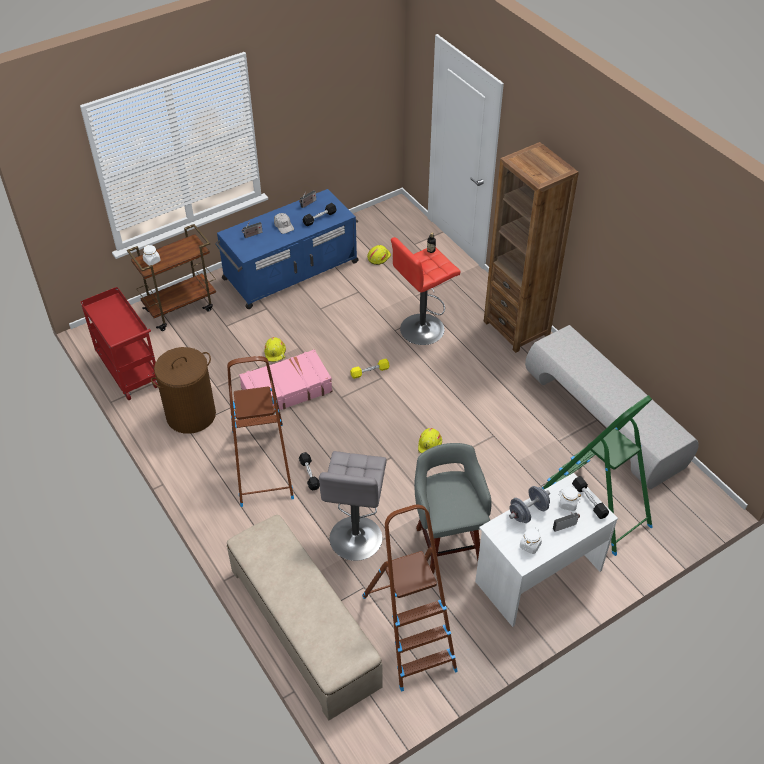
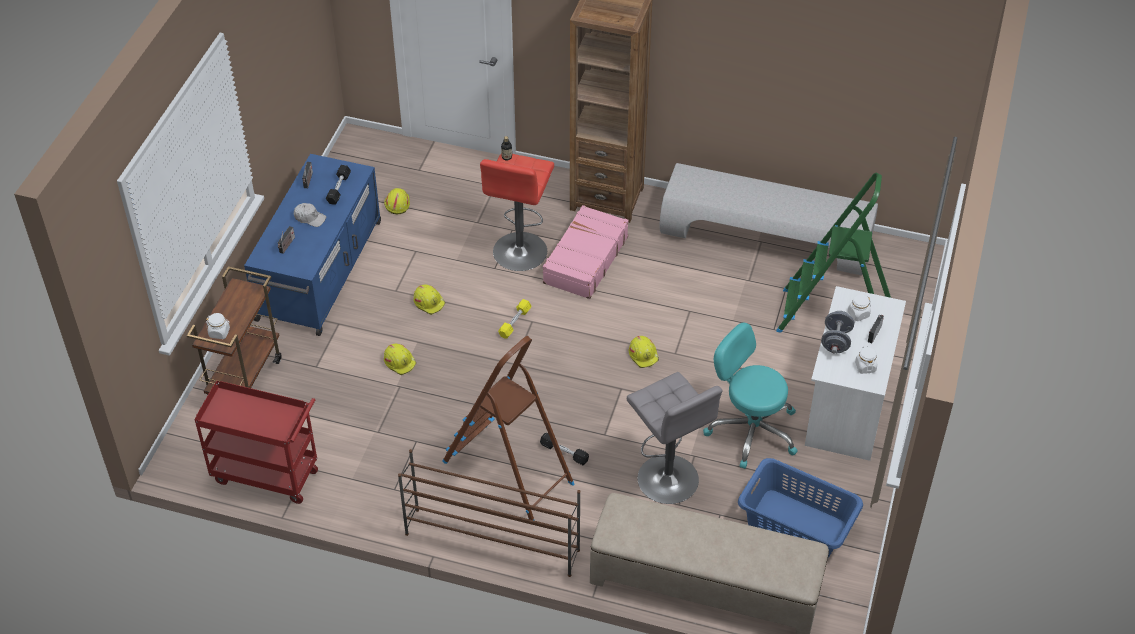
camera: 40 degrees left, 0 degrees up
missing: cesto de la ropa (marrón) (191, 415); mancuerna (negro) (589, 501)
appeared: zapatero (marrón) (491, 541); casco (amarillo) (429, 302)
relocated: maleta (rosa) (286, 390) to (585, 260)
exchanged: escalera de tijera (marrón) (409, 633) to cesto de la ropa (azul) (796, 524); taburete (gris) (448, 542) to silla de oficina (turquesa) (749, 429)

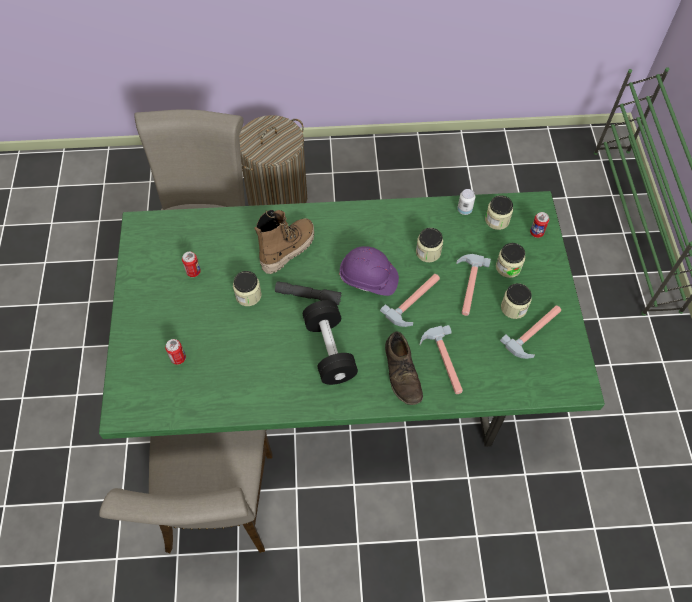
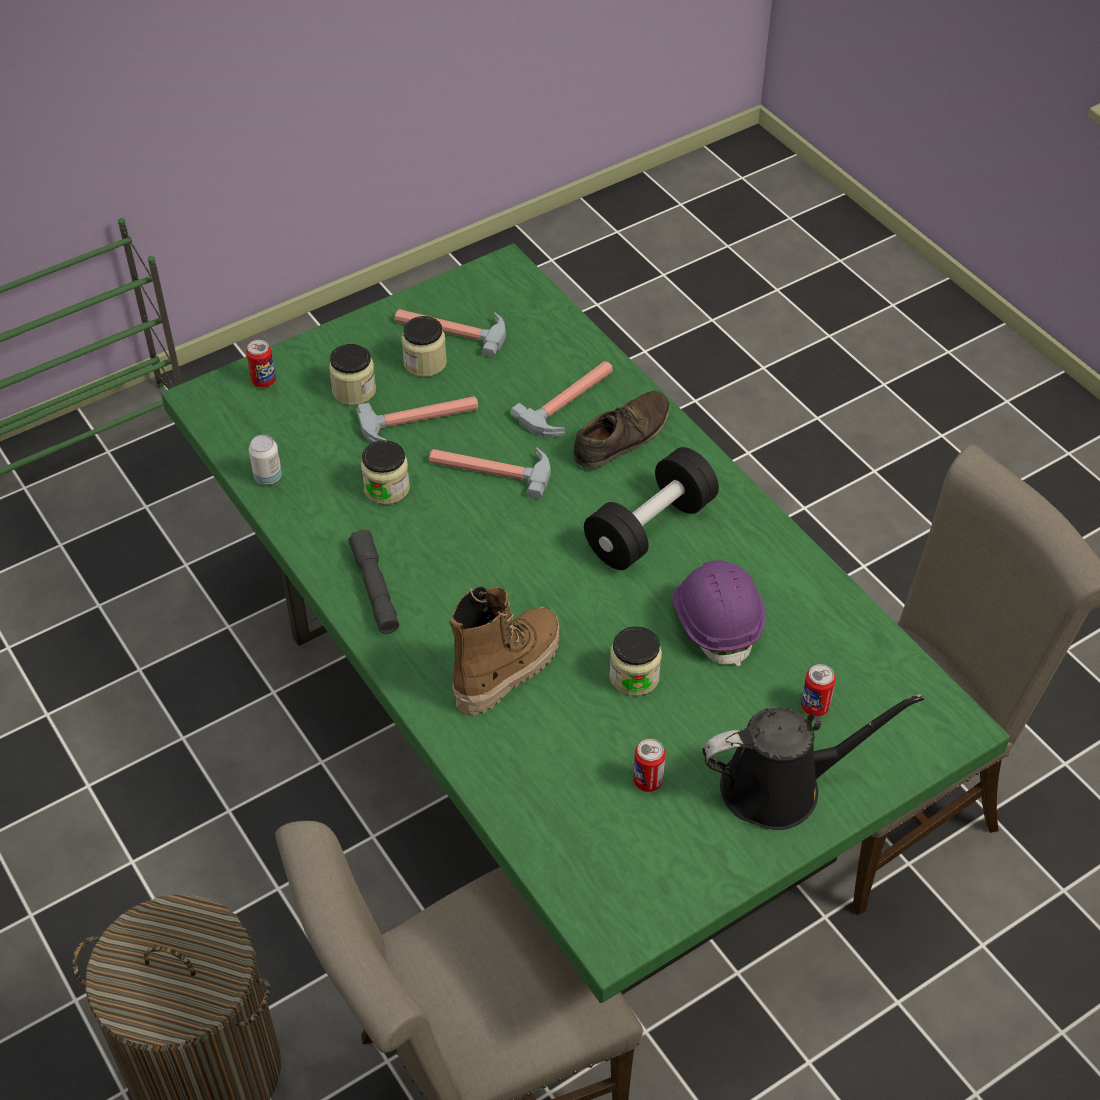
camera: 120 degrees left, 10 degrees down
missing: tarro (497, 220)
appeared: regadera (negro) (781, 786)
relocated: linterna (gris) (308, 296) to (375, 589); casco (morado) (368, 279) to (716, 621)
spun: bota (287, 250) = (506, 669) 120 degrees clockwise

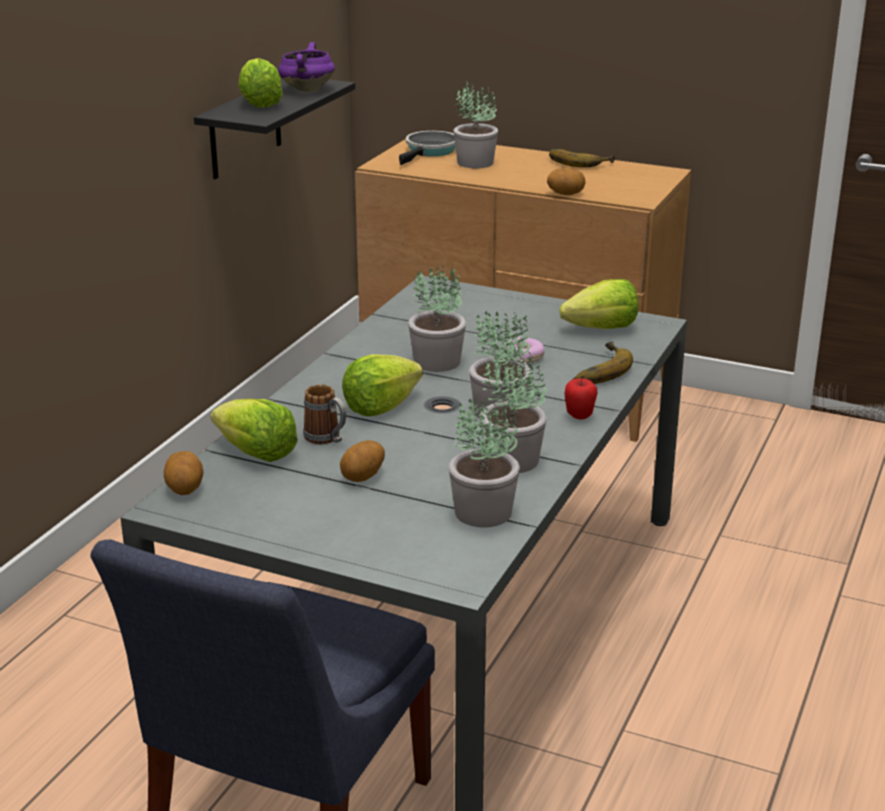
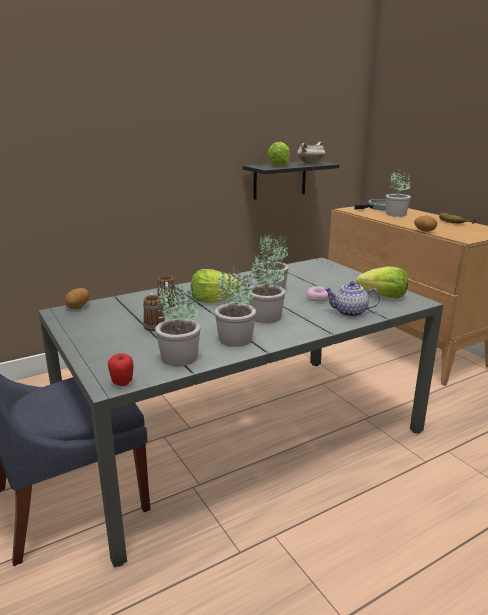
camera: 35 degrees right, 5 degrees down
missing: lechuga (256, 453)
relocated: manzana (579, 416) to (122, 383)
exchanged: patata (363, 477) to taza grande (154, 325); plátano (596, 370) to tetera (350, 313)
colour: olla (morado) (306, 90) to olla (blanco) (310, 164)

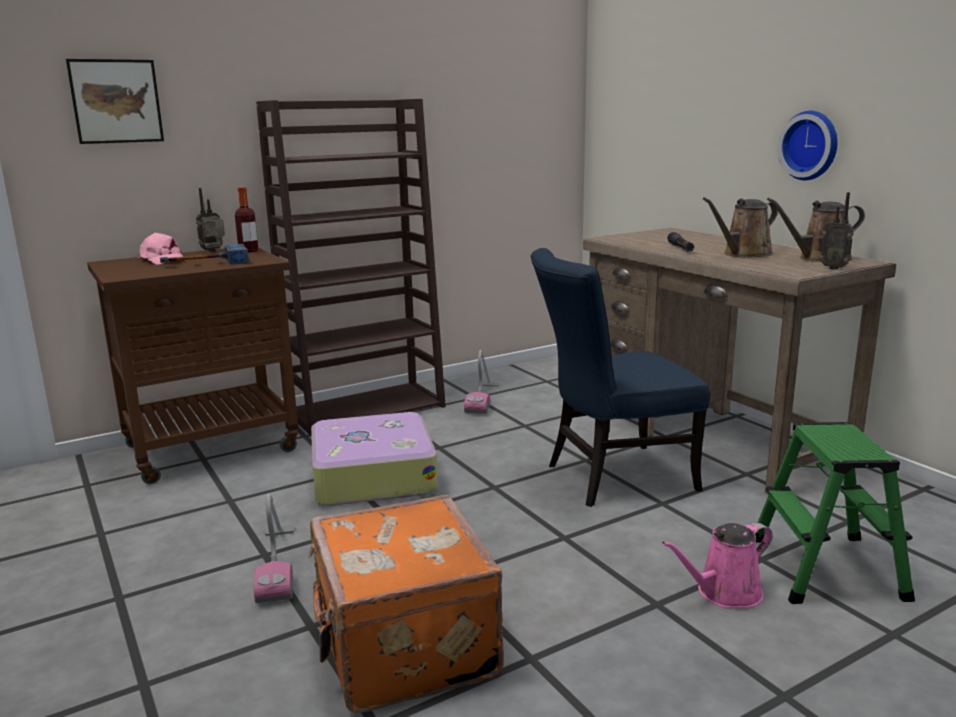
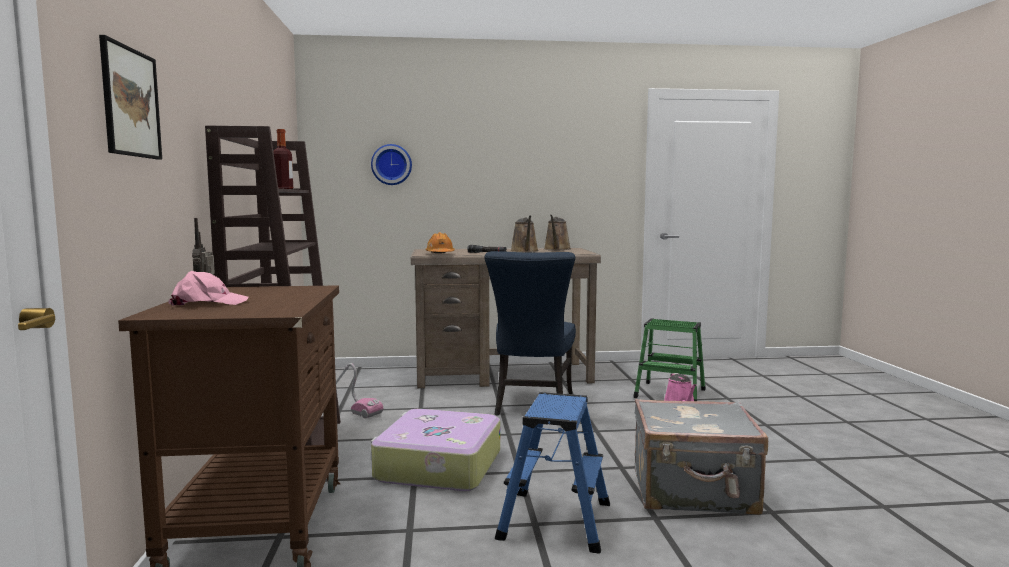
camera: 65 degrees left, 10 degrees down
missing: martillo (204, 264); radio (833, 268)
appeared: casco (naranja) (440, 254)
relocated: botella (248, 251) to (283, 189); reloj de pared (811, 145) to (391, 164)
exchanged: aspiradora (277, 564) to escalera de tijera (azul) (555, 520)
colour: maleta (naranja) (402, 646) to maleta (gris) (694, 493)

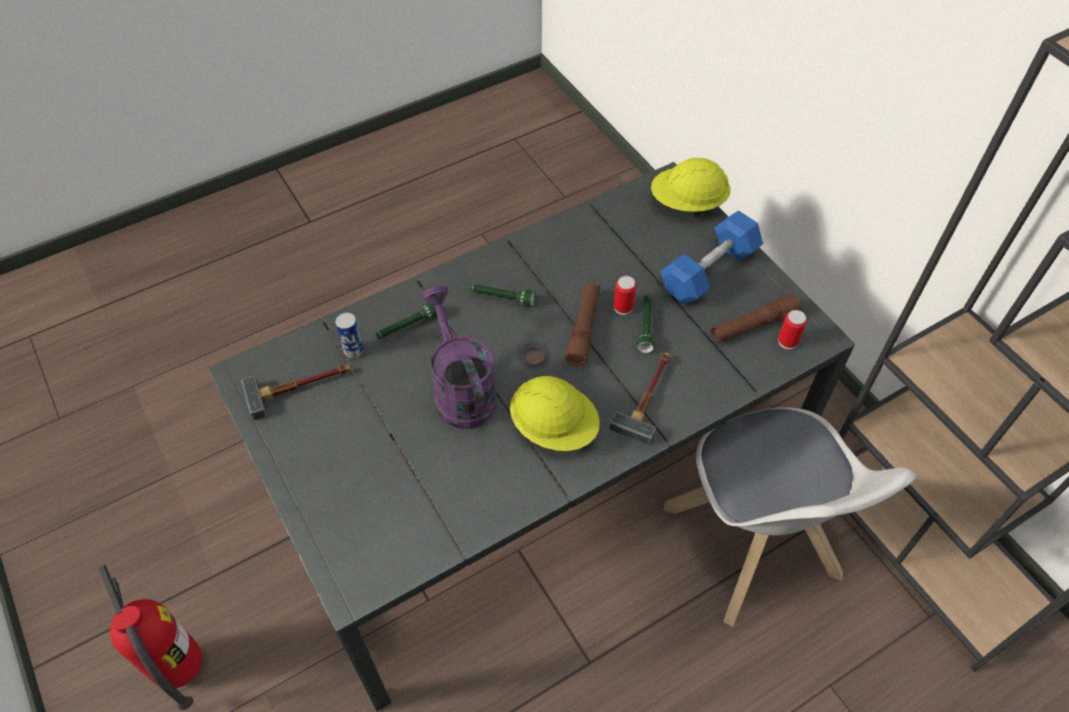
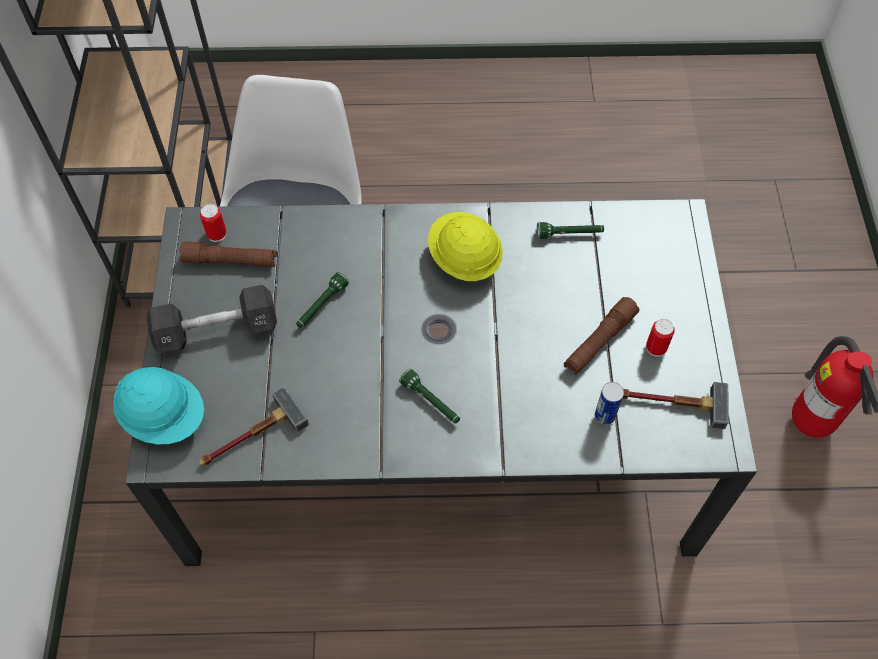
camera: 150 degrees left, 5 degrees up
missing: regadera (morado) (461, 390)
relocated: linterna (verde) (408, 326) to (569, 234); linterna (marrón) (584, 328) to (599, 341); martillo (648, 396) to (250, 437); lata (623, 307) to (656, 348)
colour: casco (amarillo) (687, 203) to casco (turquesa) (164, 416); mancuerna (azul) (709, 270) to mancuerna (negro) (217, 330)

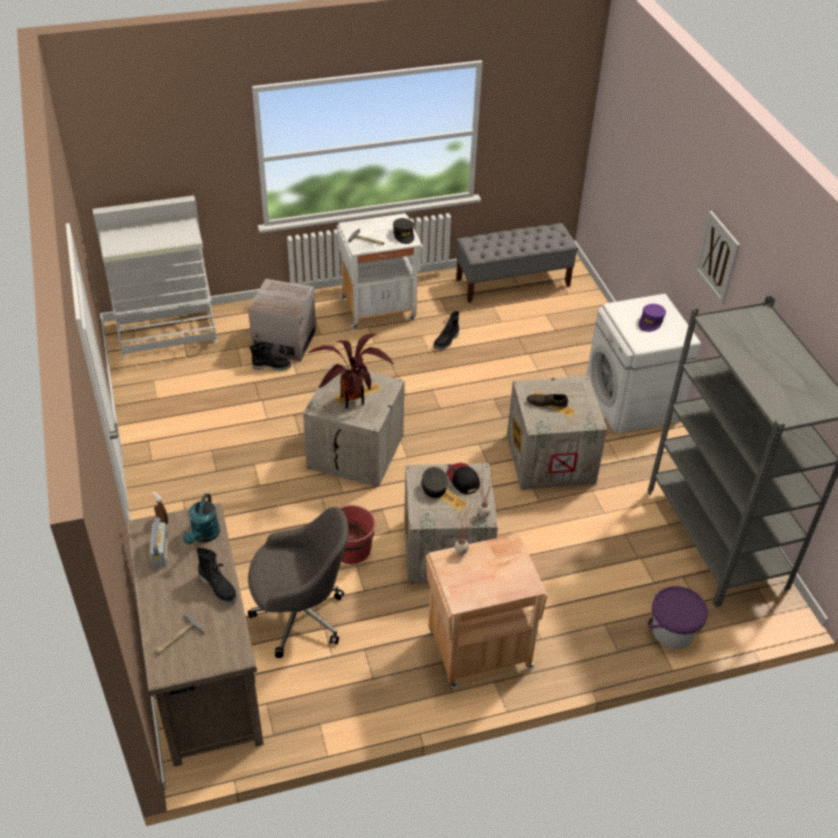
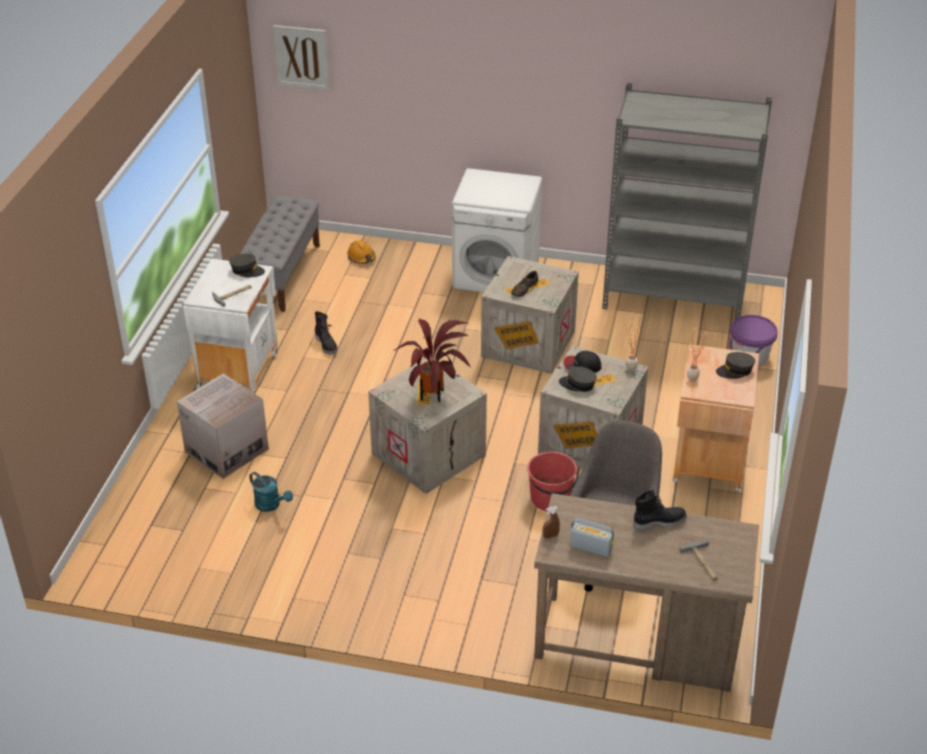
camera: 60 degrees left, 5 degrees down
missing: zapatero (blanco) (167, 335); bota (negro) (272, 366); gorra (morado) (651, 322)
appeared: casco (naranja) (361, 257); gorra (gris) (735, 370)
relocated: regadera (turquesa) (204, 536) to (271, 505); cuadro (717, 257) to (301, 57)

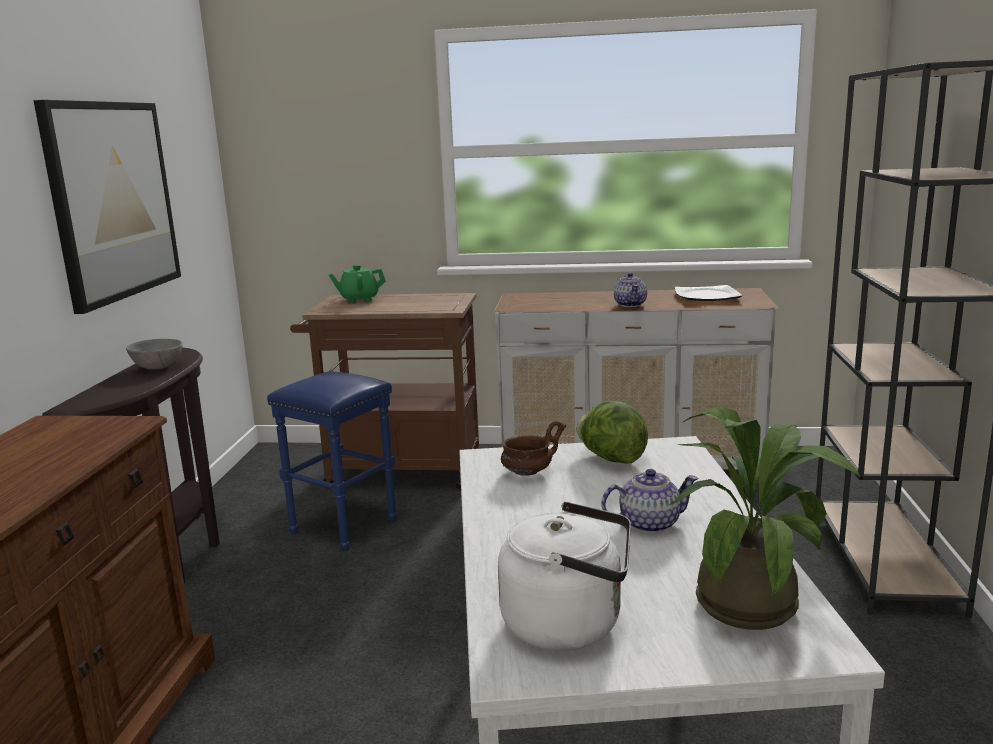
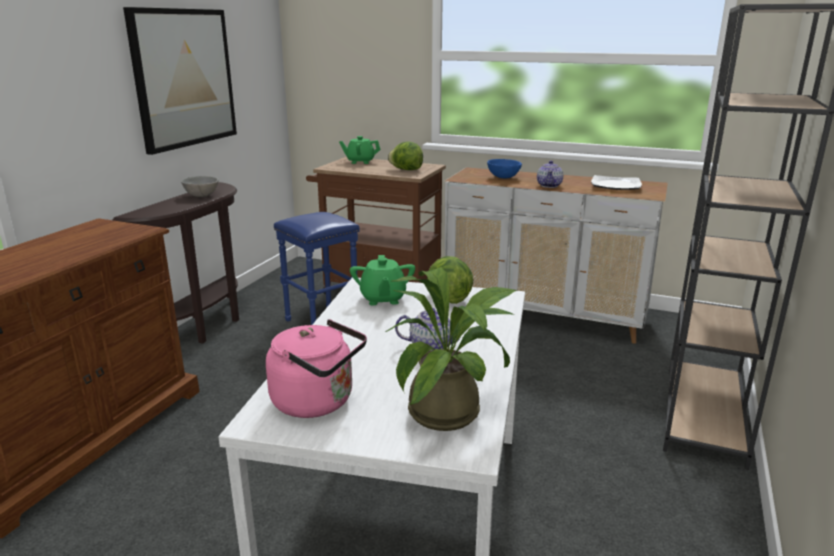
camera: 15 degrees right, 5 degrees up
appeared: lechuga (406, 170); cuenco (azul) (503, 177)
exchanged: cuenco (marrón) (528, 472) to tetera (verde) (383, 299)
colour: hervidor (blanco) (569, 624) to hervidor (rosa) (318, 402)

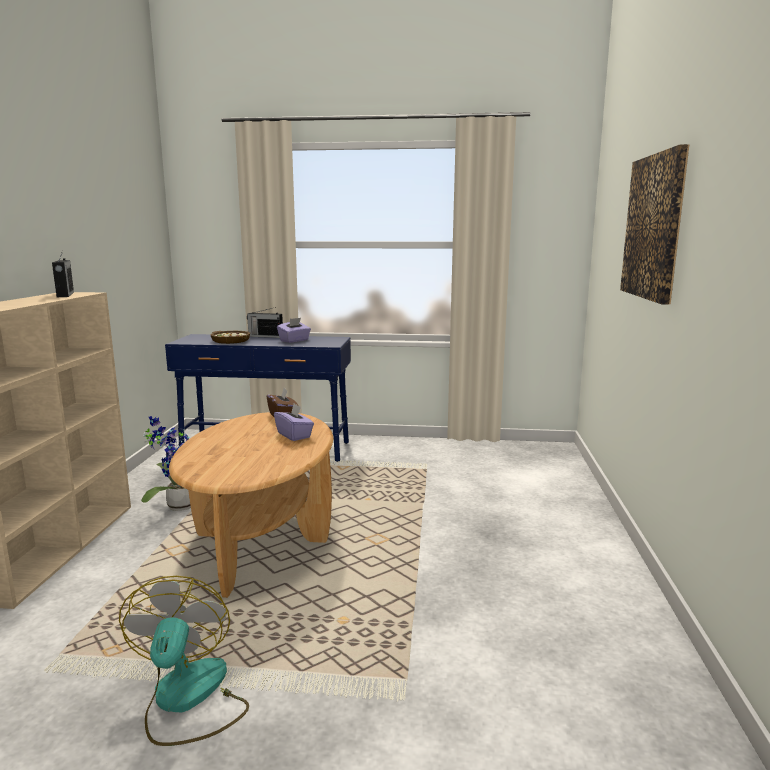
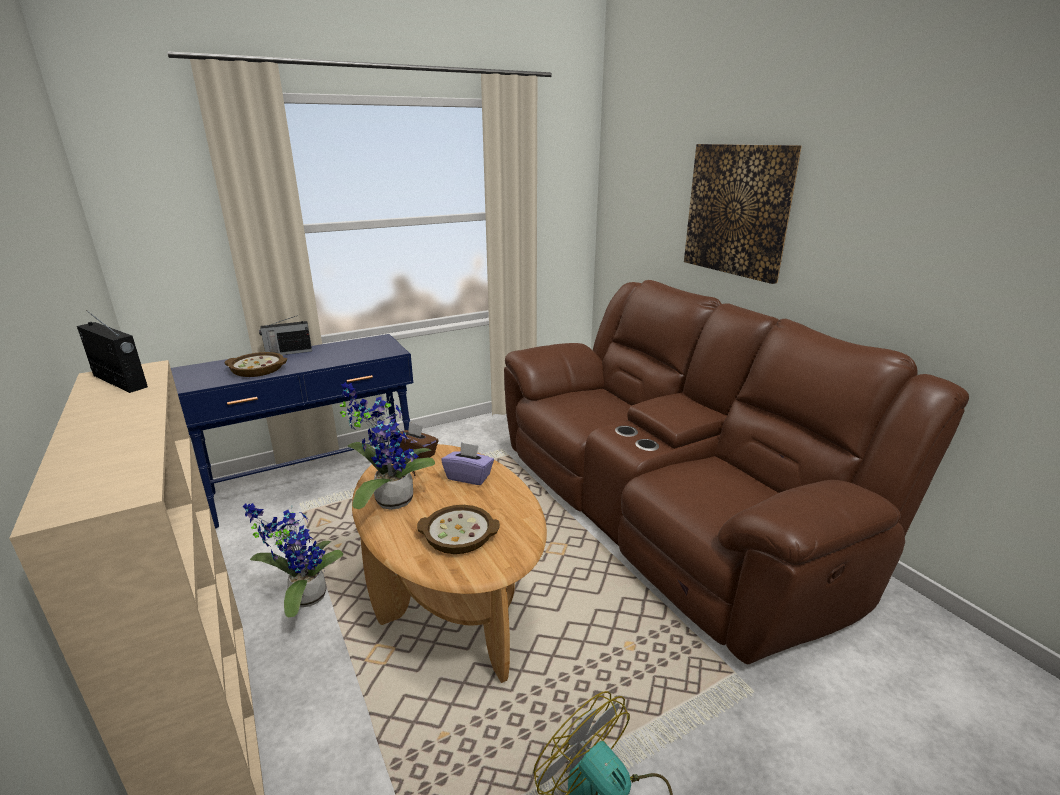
camera: 35 degrees left, 10 degrees up
missing: caja de pañuelos (morado) (294, 340)
appeared: planta en maceta (389, 500); cuenco (459, 535); sofá (marrón) (667, 509)

